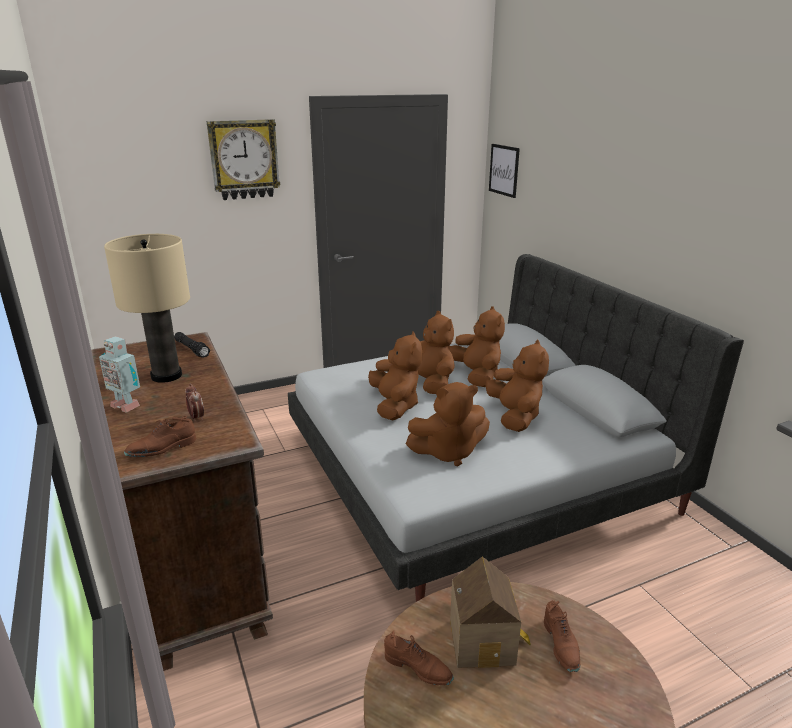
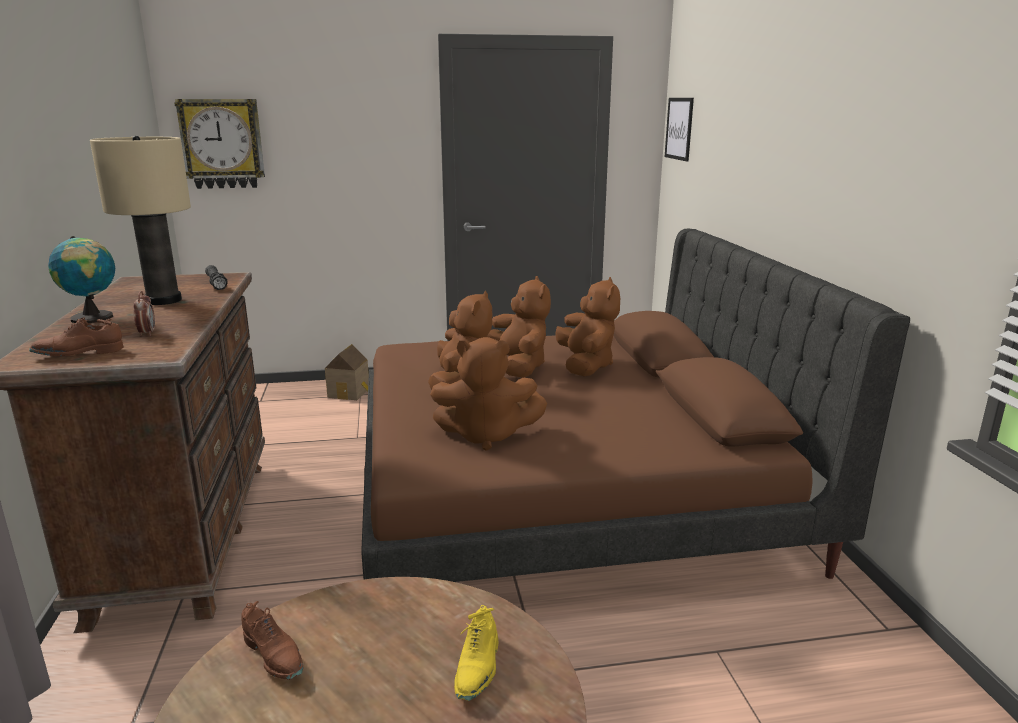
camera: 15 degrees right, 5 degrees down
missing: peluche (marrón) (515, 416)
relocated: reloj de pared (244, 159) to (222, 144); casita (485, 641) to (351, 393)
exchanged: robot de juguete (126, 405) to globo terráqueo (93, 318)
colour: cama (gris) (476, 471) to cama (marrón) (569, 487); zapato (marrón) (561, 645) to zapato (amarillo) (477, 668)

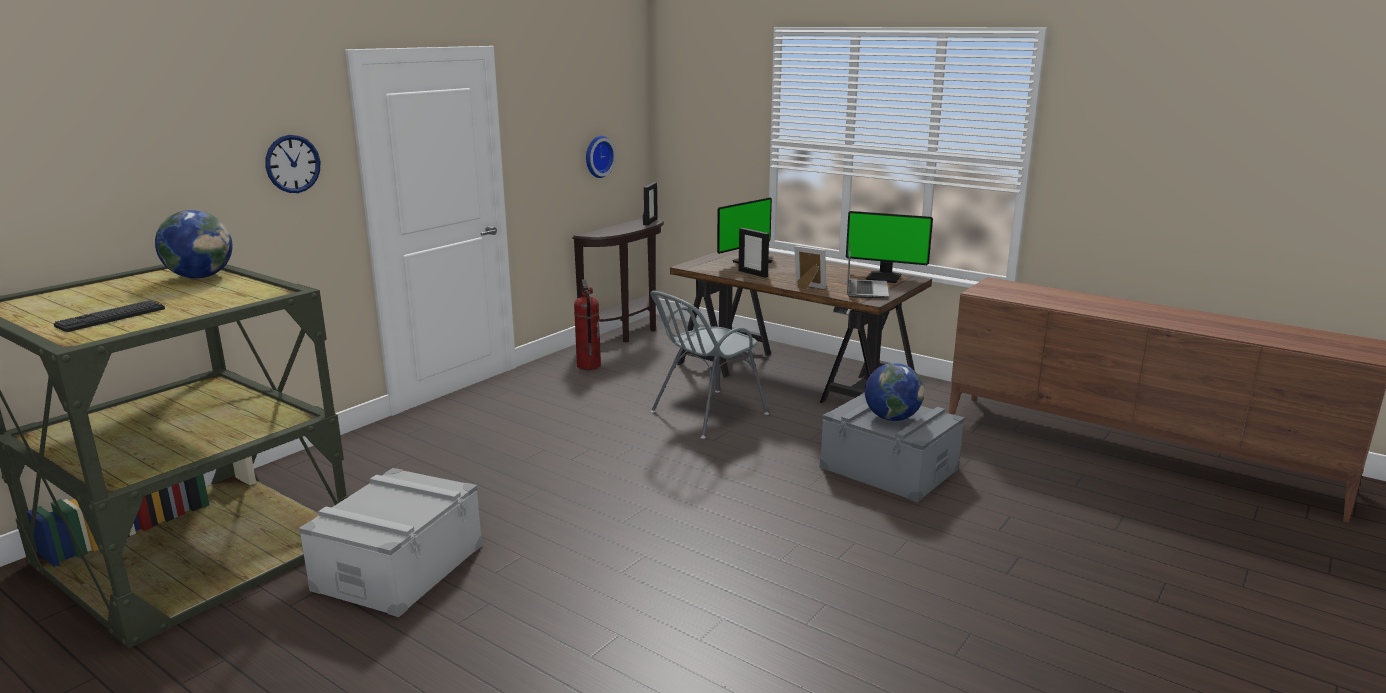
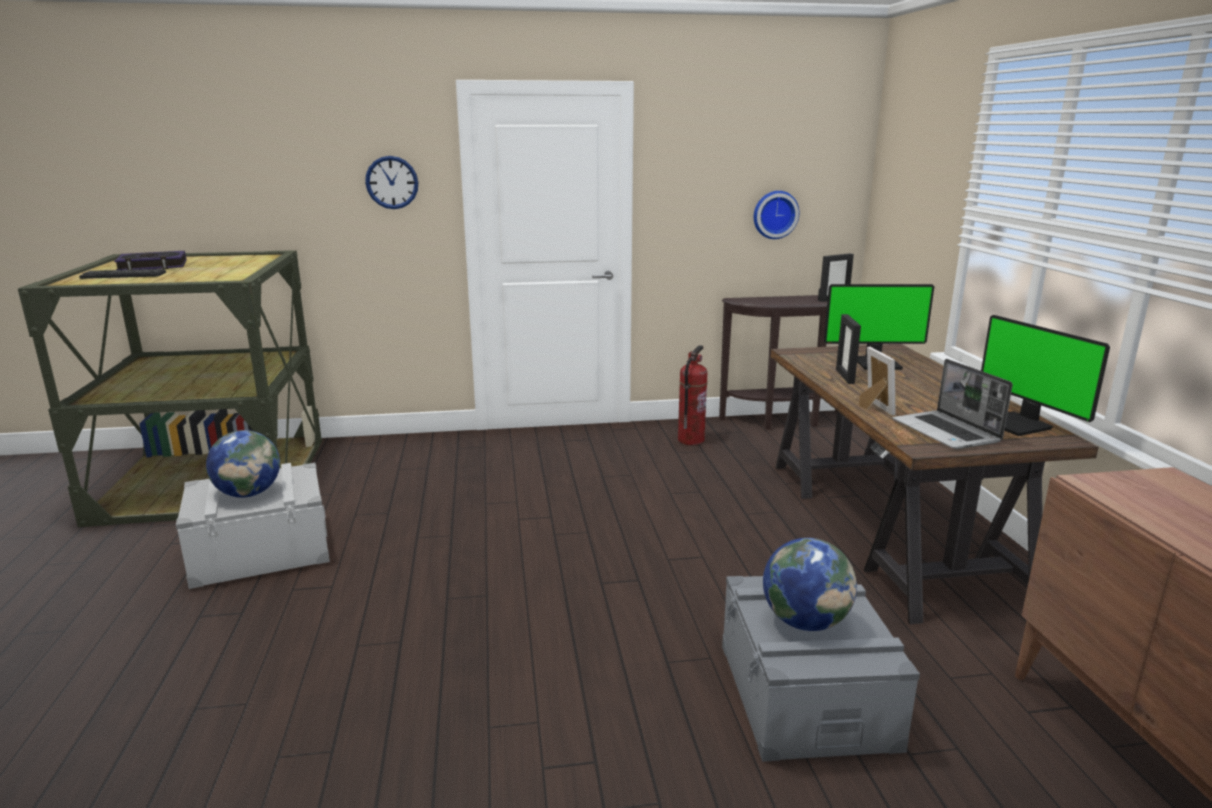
camera: 45 degrees right, 0 degrees up
missing: silla (gris) (706, 414)
appeared: libro (153, 266)
relocated: globo terráqueo (200, 277) to (249, 493)
spun: portátil (865, 290) = (947, 432) 105 degrees clockwise

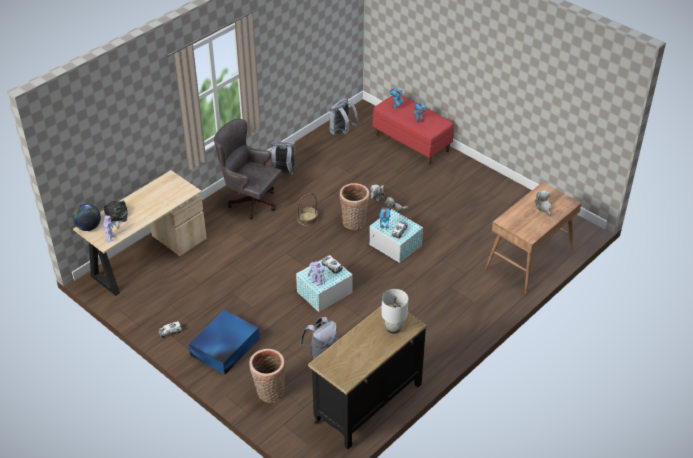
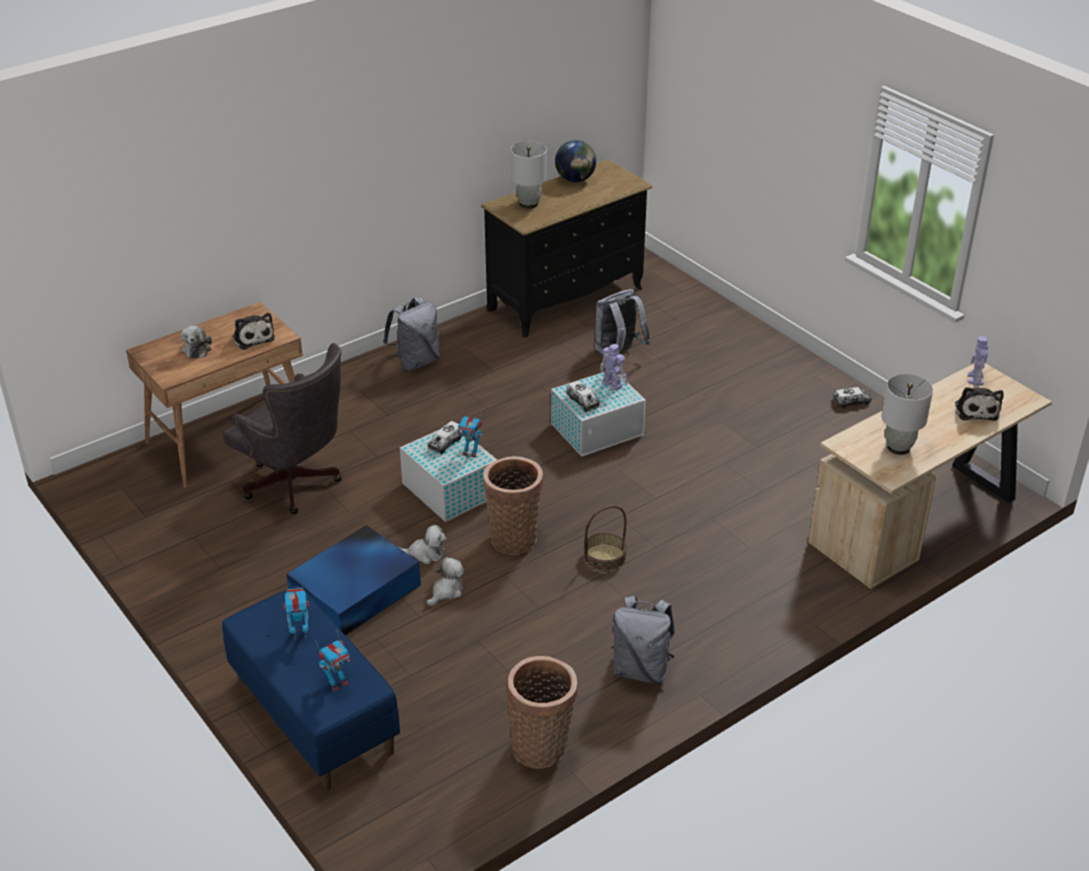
camera: 170 degrees left, 5 degrees down
appeared: peluche (253, 337); lámpara de mesa (blanco) (898, 447)
relocated: globo terráqueo (88, 227) to (575, 180); caja de almacenaje (azul) (224, 347) to (357, 590); silla de oficina (gris) (250, 202) to (296, 486); cesta (269, 393) to (542, 746); mochila (gris) (342, 132) to (416, 362)
colour: banco (rojo) (412, 143) to banco (azul) (313, 716)

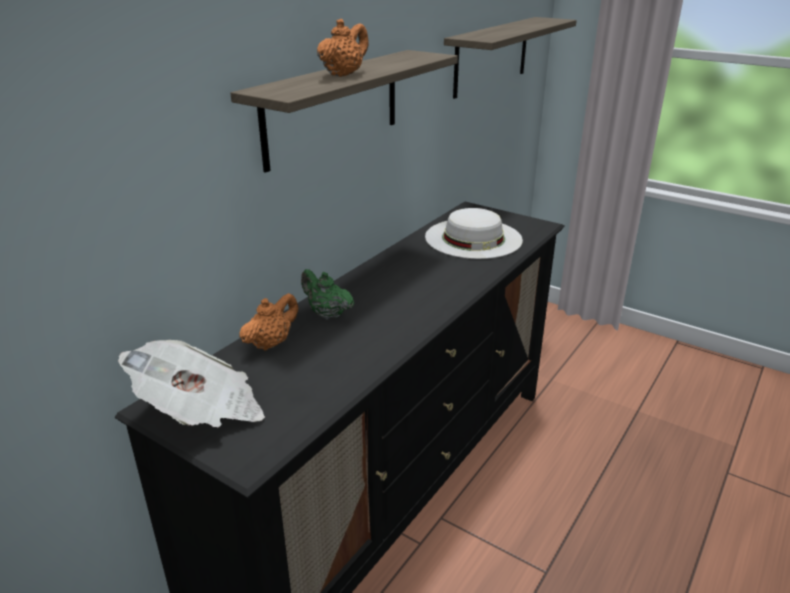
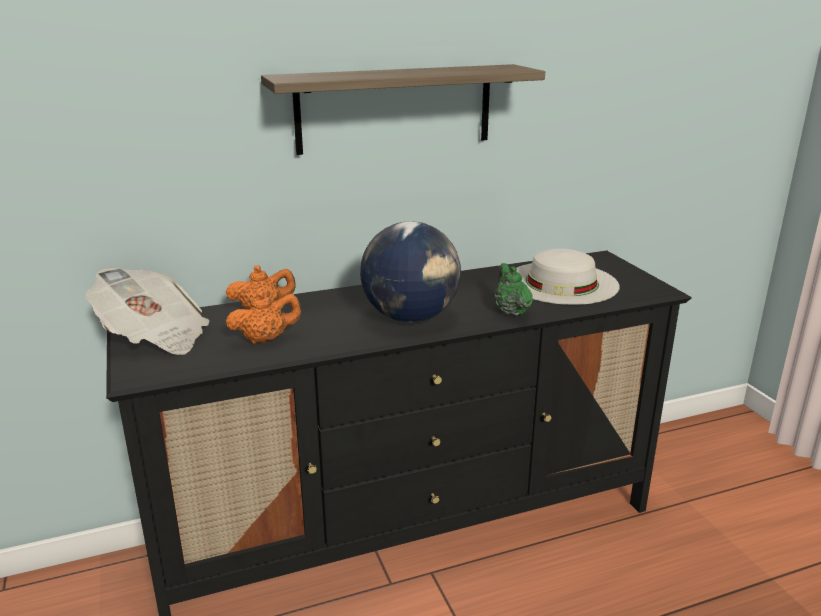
camera: 35 degrees right, 5 degrees down
missing: estante (492, 56)
appeared: globo terráqueo (411, 317)
relocated: tetera (verde) (327, 314) to (511, 311); tetera (naranja) (343, 75) to (266, 339)

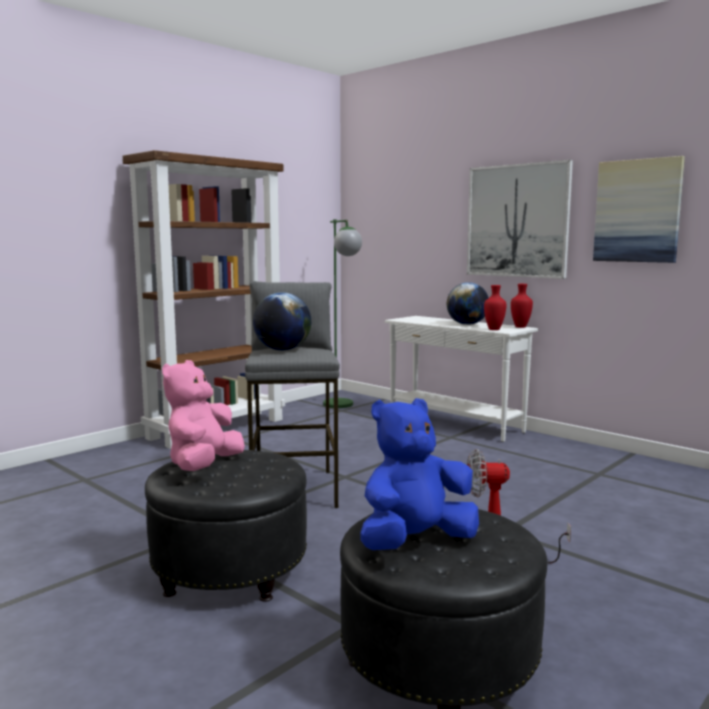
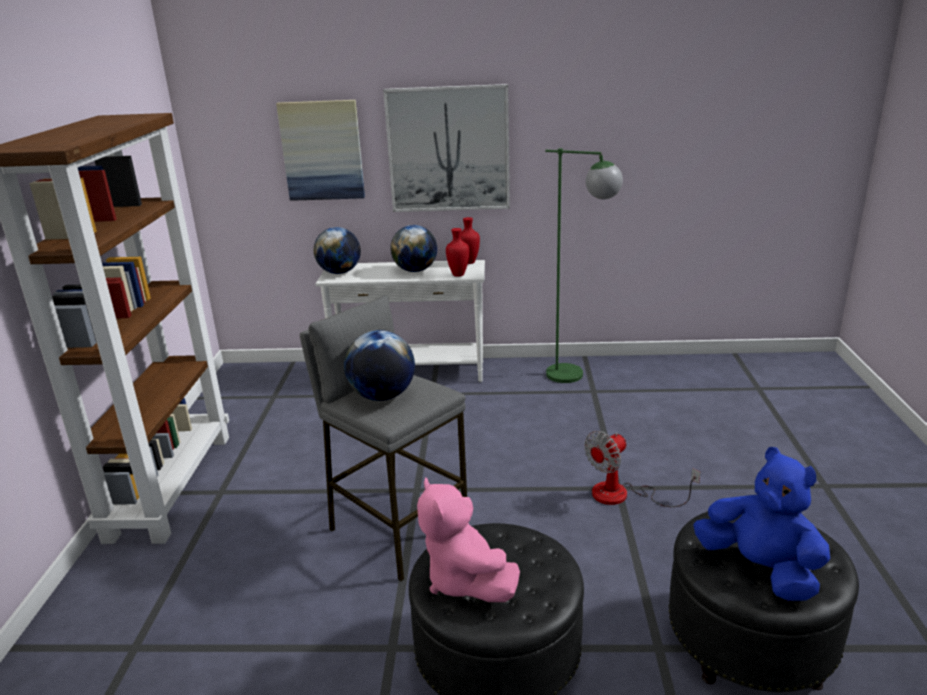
camera: 40 degrees left, 15 degrees up
appeared: globo terráqueo (340, 272)
relocated: lámpara de pie (verde) (342, 407) to (577, 376); cuadro (637, 211) to (322, 150)
spun: peluche (azul) (415, 542) = (760, 569) 120 degrees clockwise

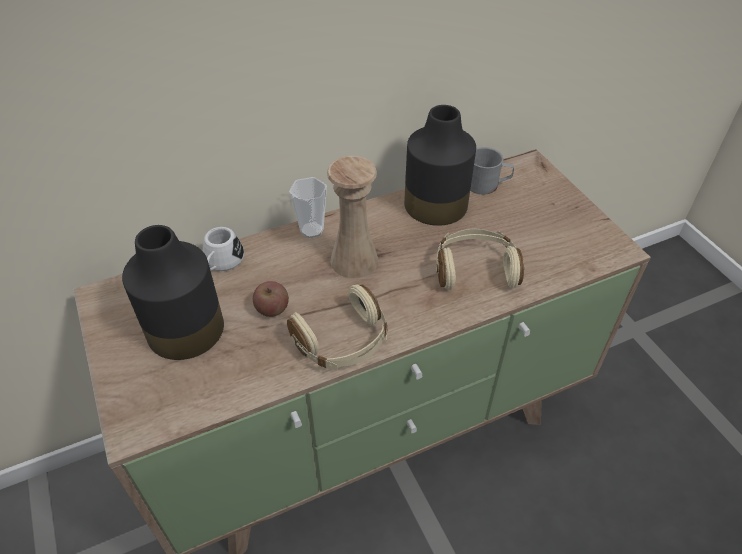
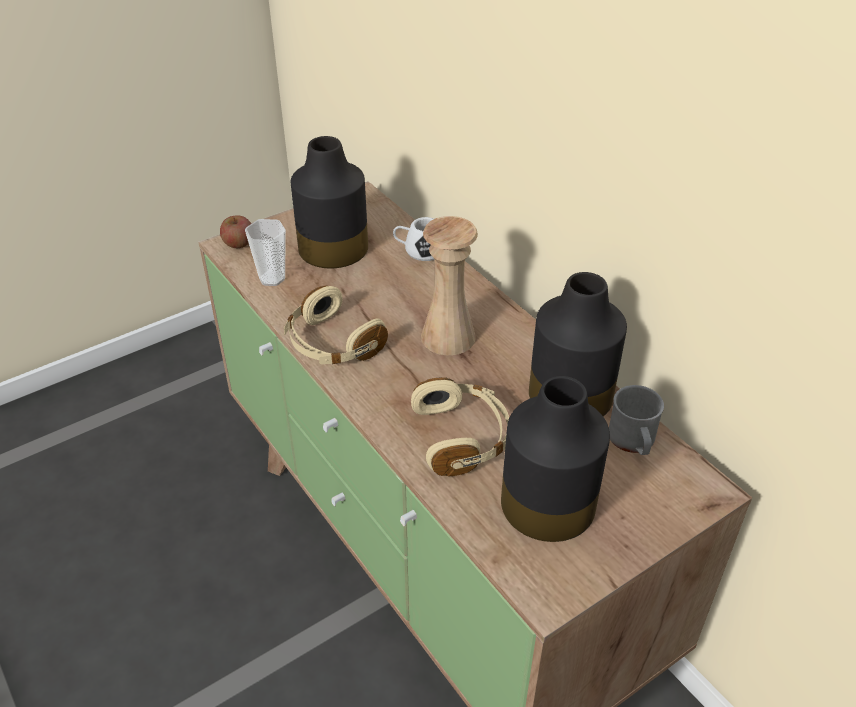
camera: 80 degrees right, 5 degrees down
appeared: florero (negro) (548, 502)
relocated: manzana (272, 308) to (238, 243); taza (312, 230) to (272, 278)

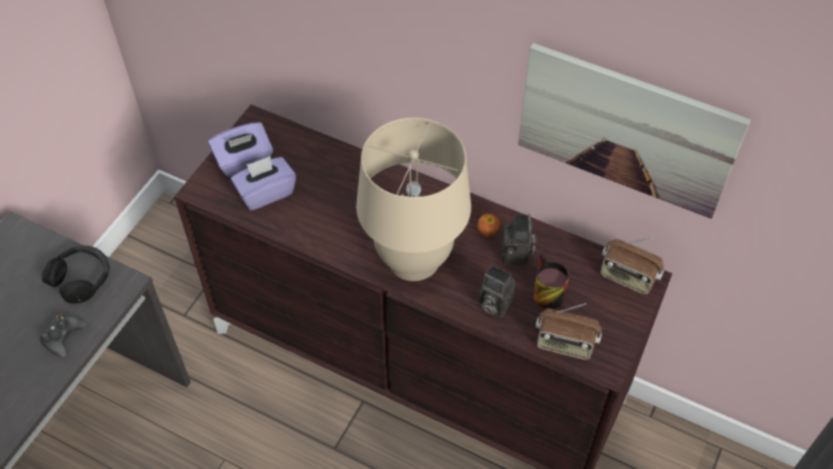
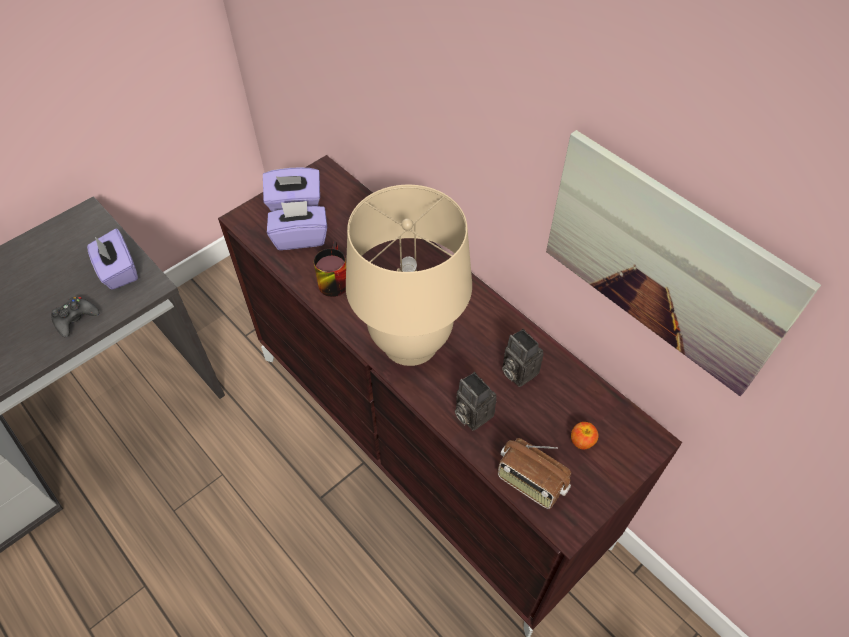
camera: 20 degrees right, 0 degrees up
missing: radio (627, 277)
relocated: manzana (487, 231) to (582, 441); taza grande (544, 292) to (331, 280)
exchanged: auriculares (negro) (81, 278) to caja de pañuelos (morado) (118, 271)
spun: cámara (517, 256) = (517, 371) 120 degrees clockwise

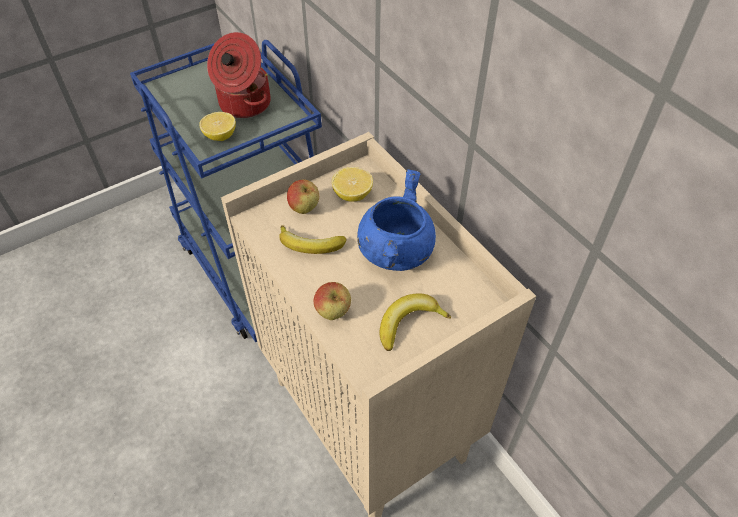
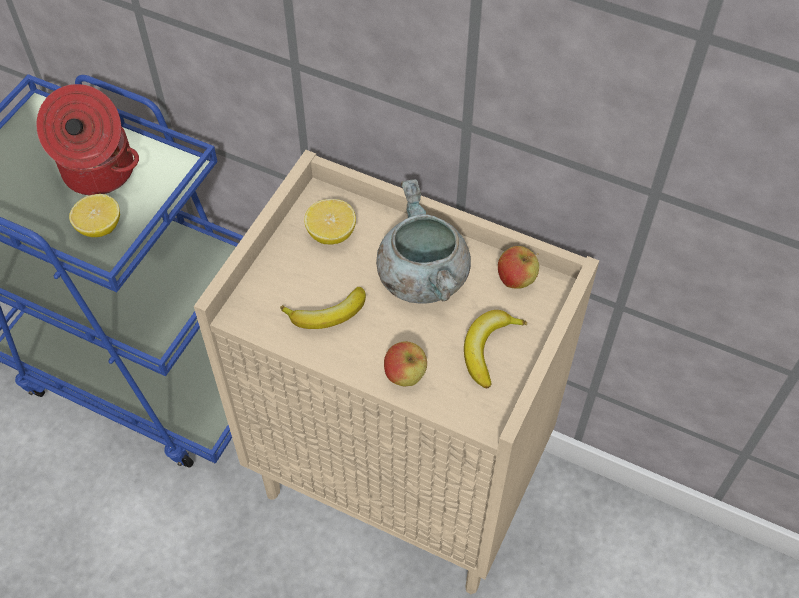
camera: 30 degrees left, 5 degrees up
relocated: manzana (304, 209) to (516, 280)
colour: olla (azul) (395, 251) to olla (gris) (422, 277)

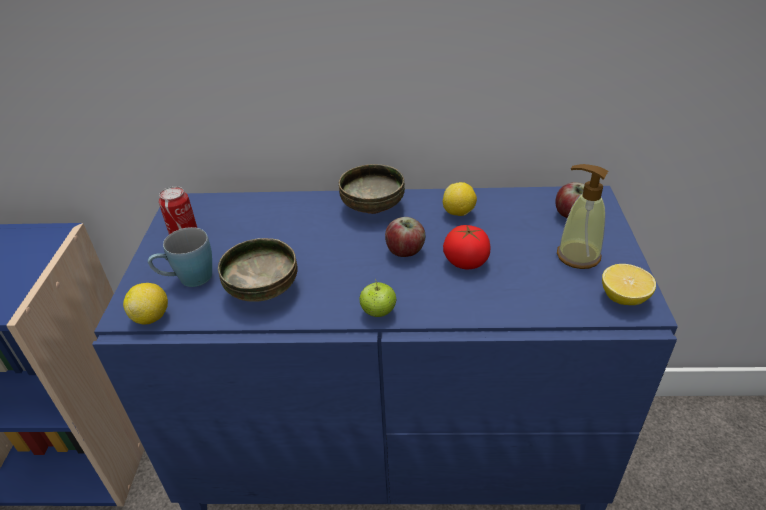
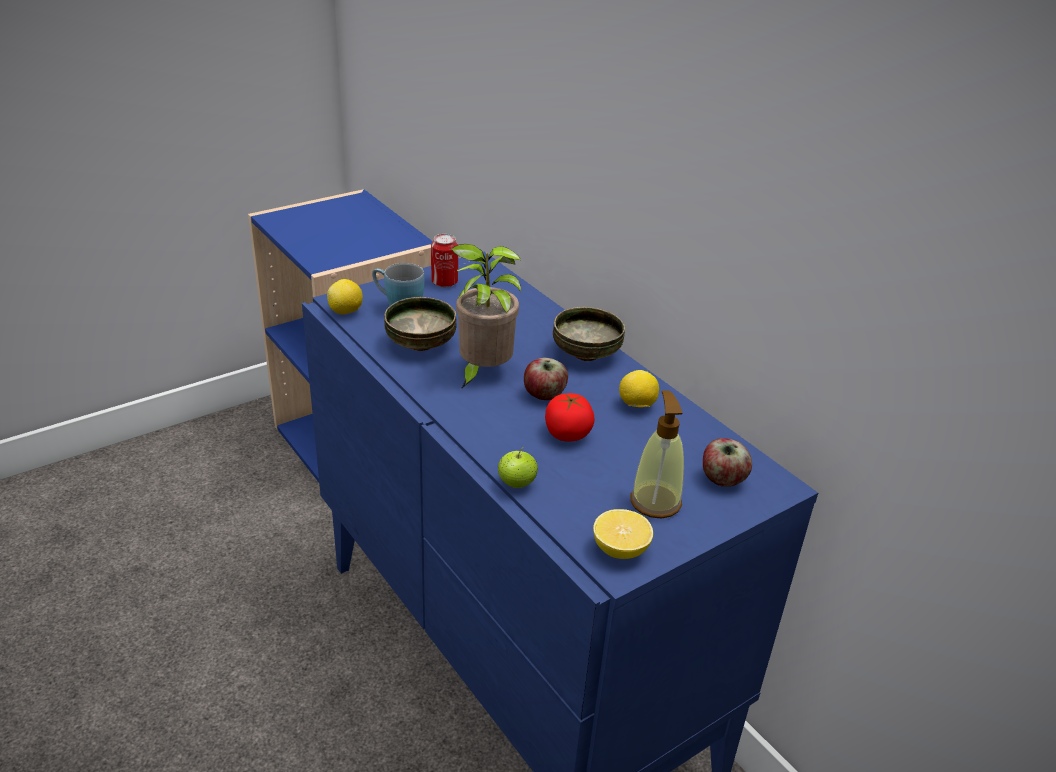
camera: 50 degrees right, 5 degrees down
appeared: planta en maceta (482, 373)
relocated: manzana (378, 312) to (516, 484)

